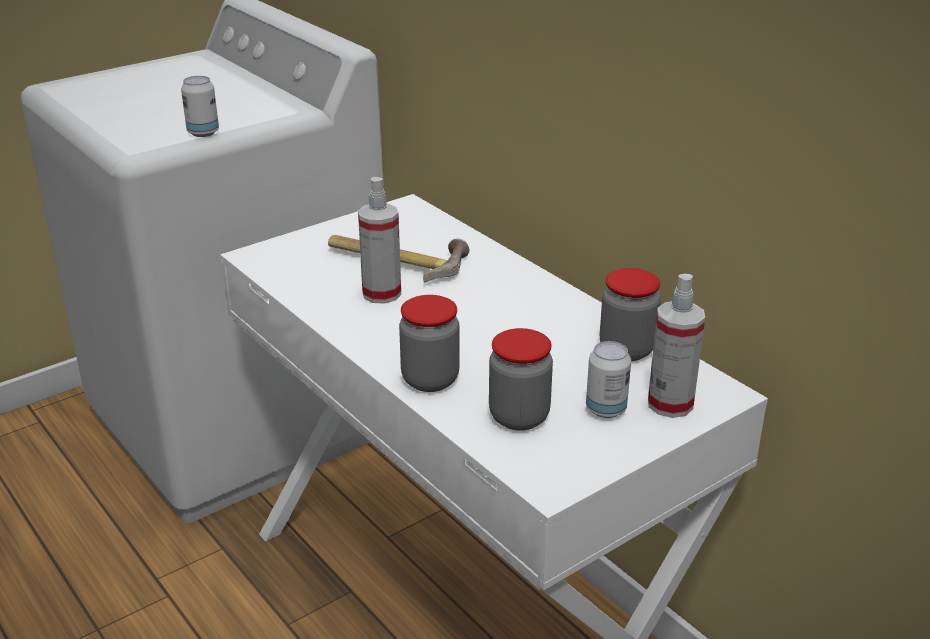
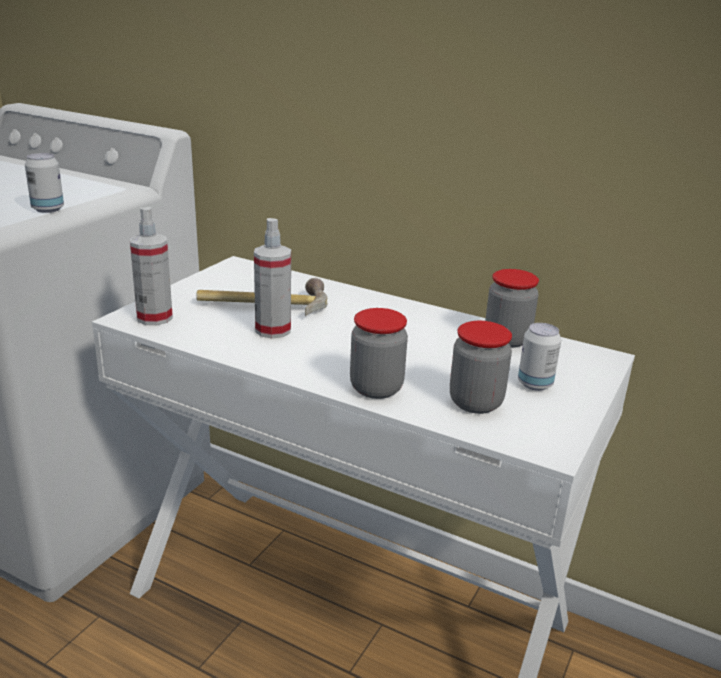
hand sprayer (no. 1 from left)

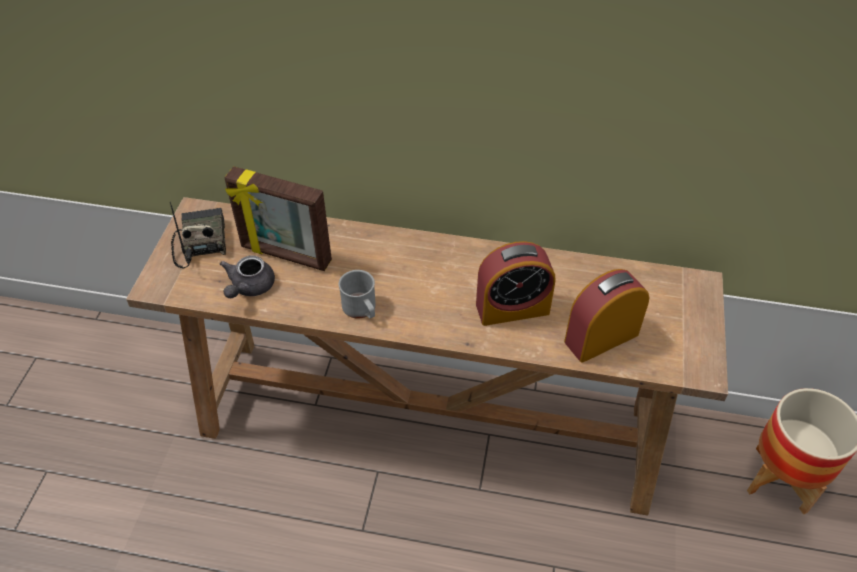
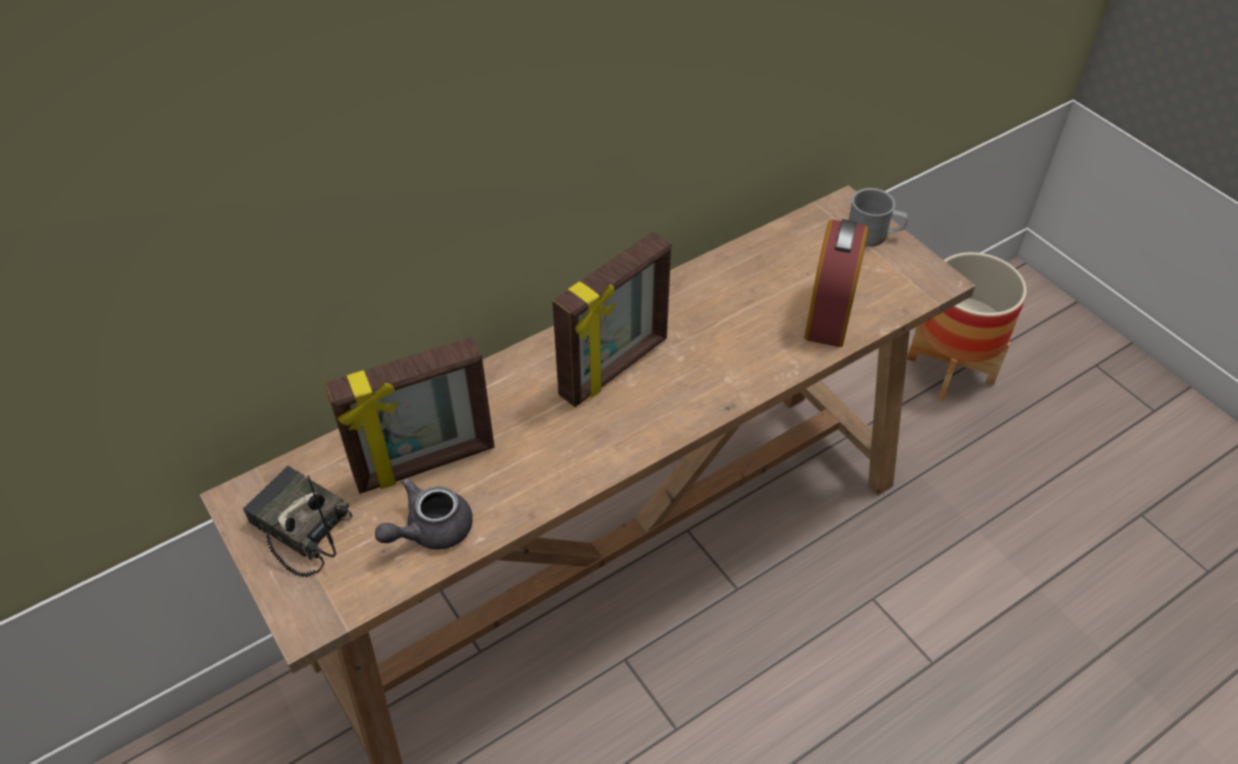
table clock (no. 1 from left in the first image)
photo frame (no. 2 from left)
grey mug
grey teapot

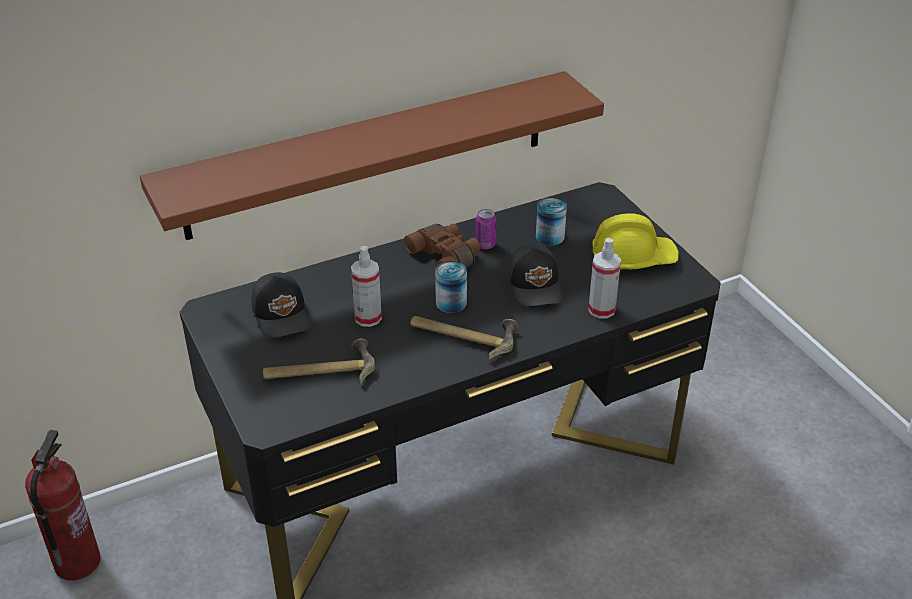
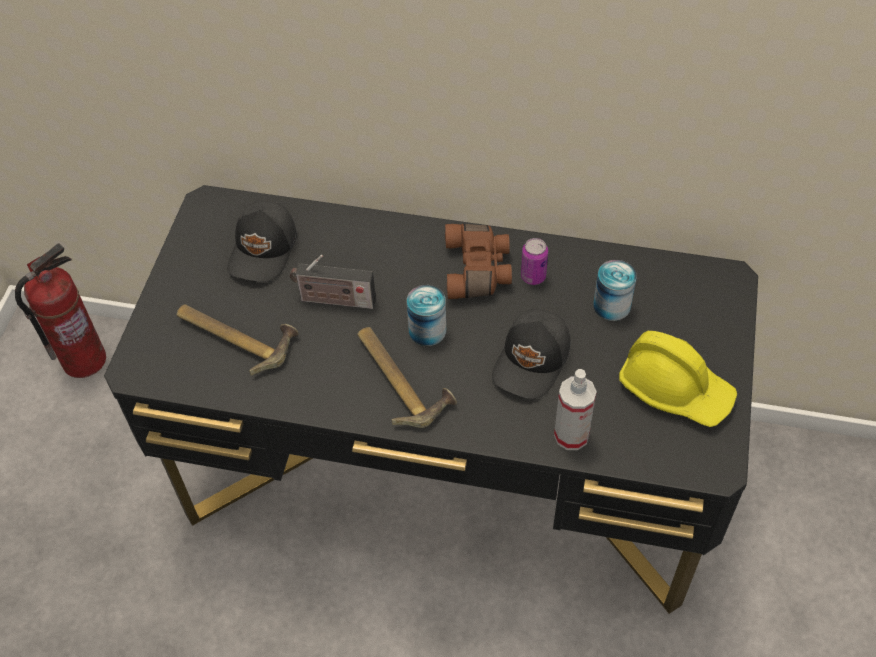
brown-coloured wall shelf
radio

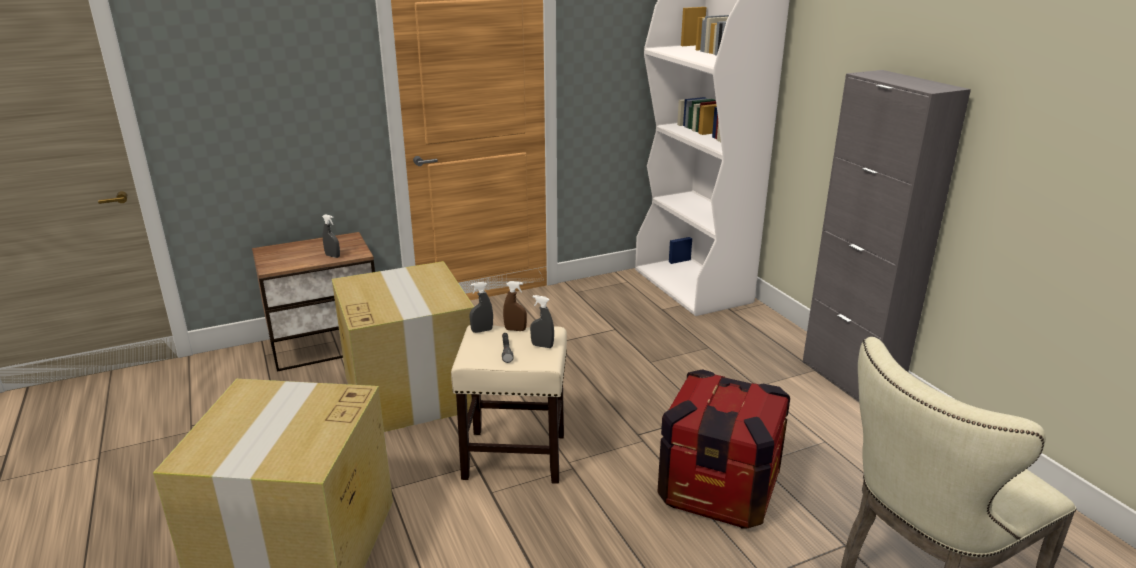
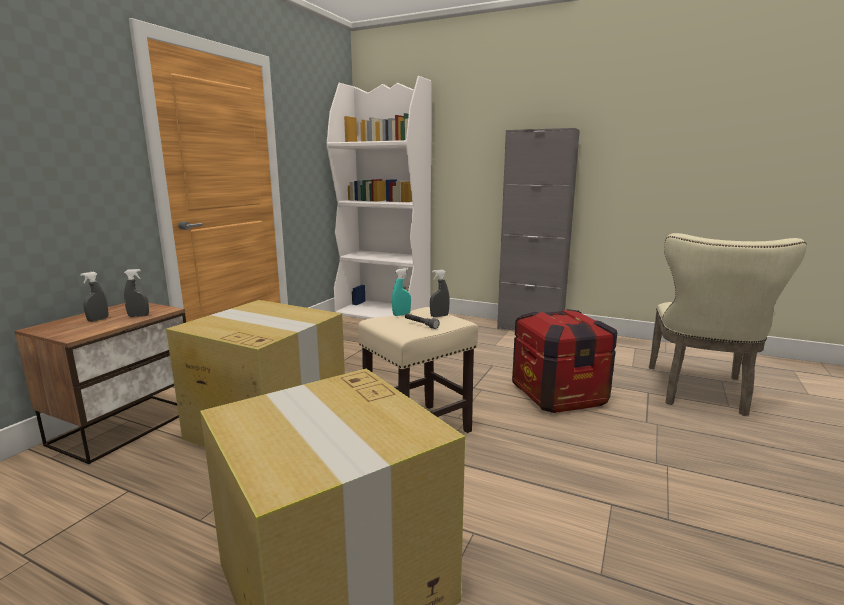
grey hand sprayer (no. 1 from left)
turquoise hand sprayer

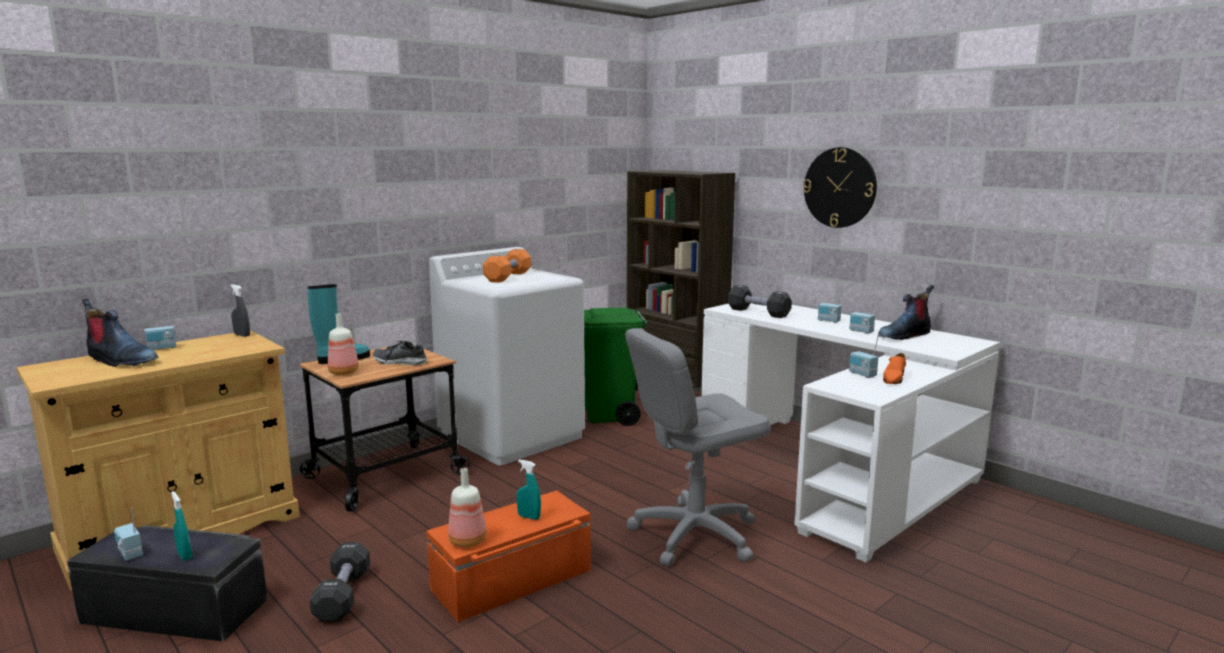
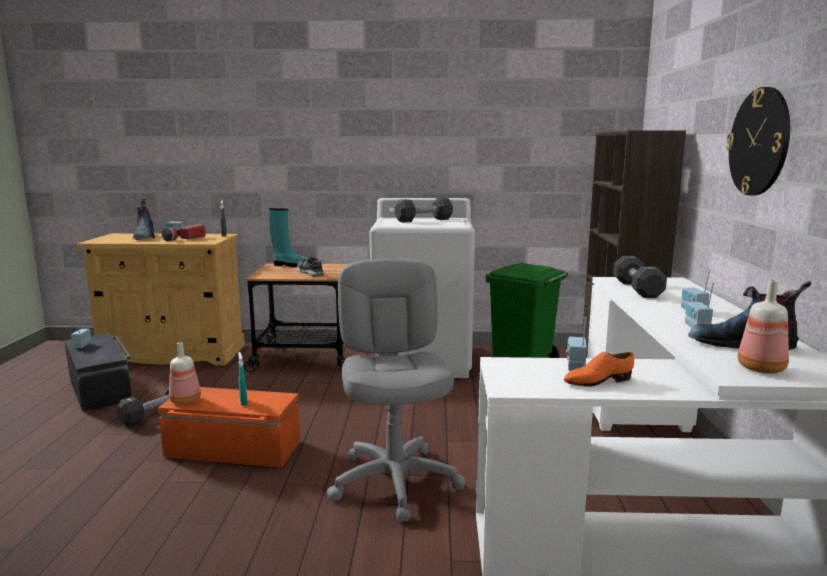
turquoise hand sprayer (no. 1 from left in the first image)
flashlight
bottle (no. 2 from left)
black hand weight (no. 2 from left)
grey desk chair

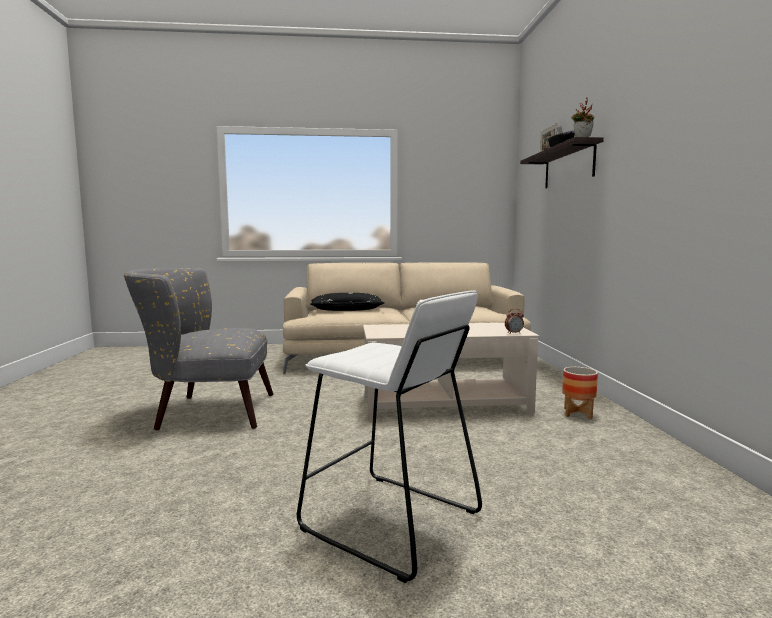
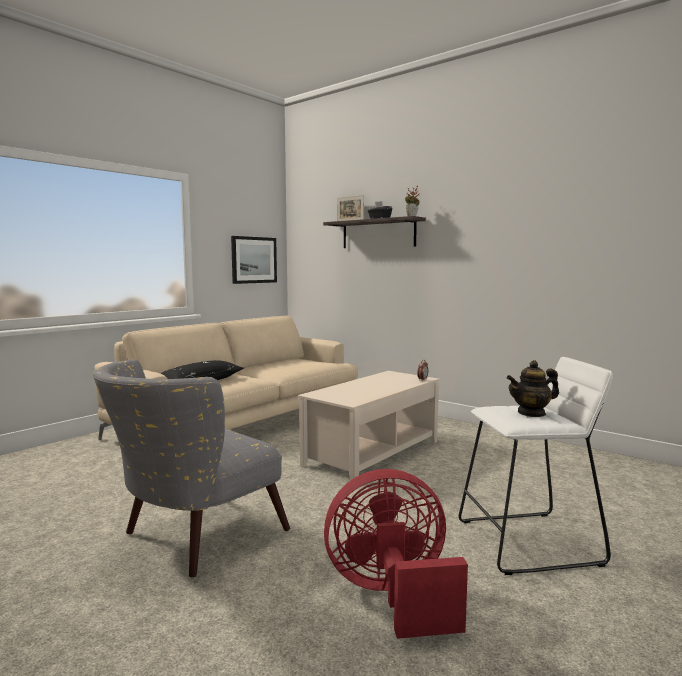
flower pot
picture
reddish fan
teapot

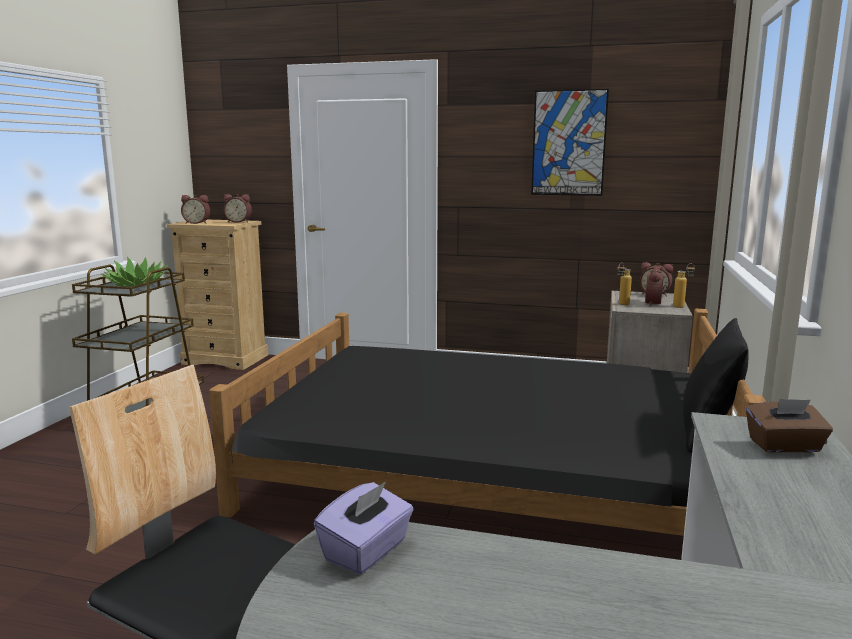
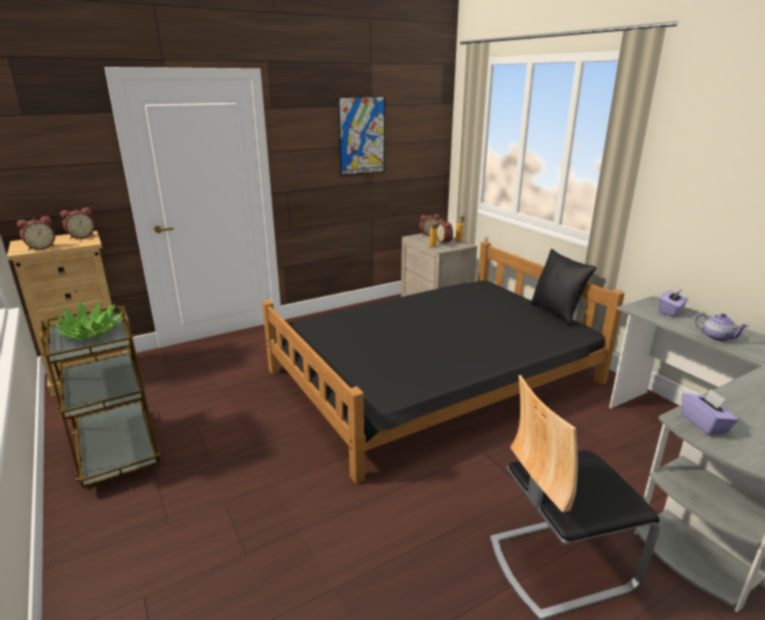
teapot
purple box of tissues (no. 1 from left)

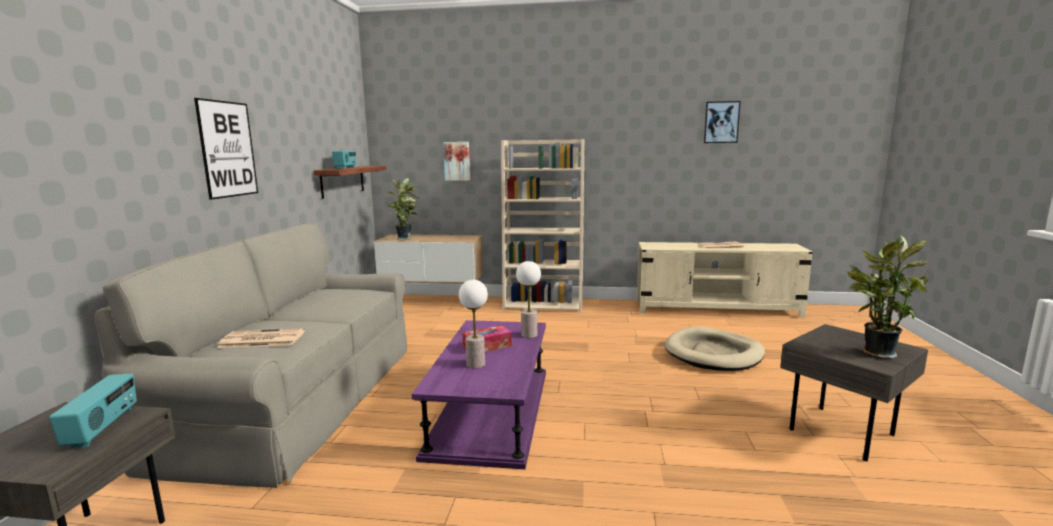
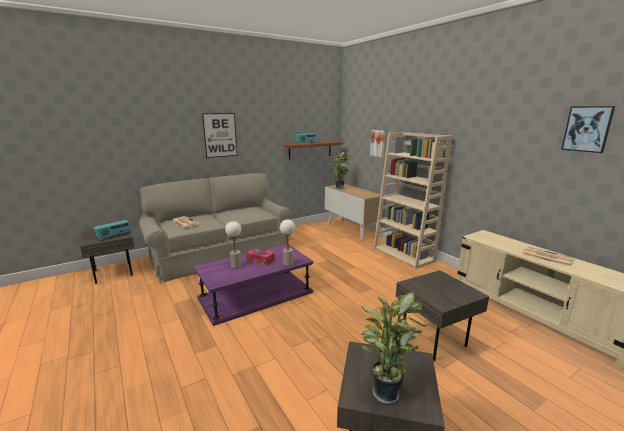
grey accent table (no. 3 from left)

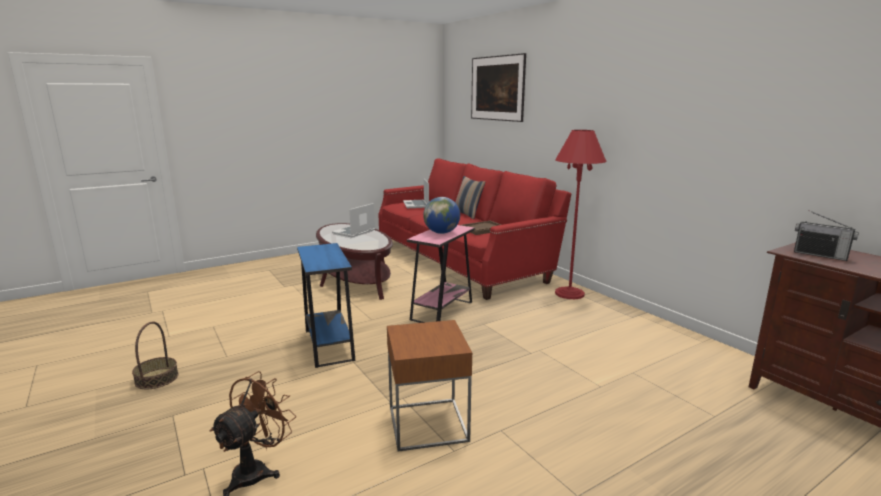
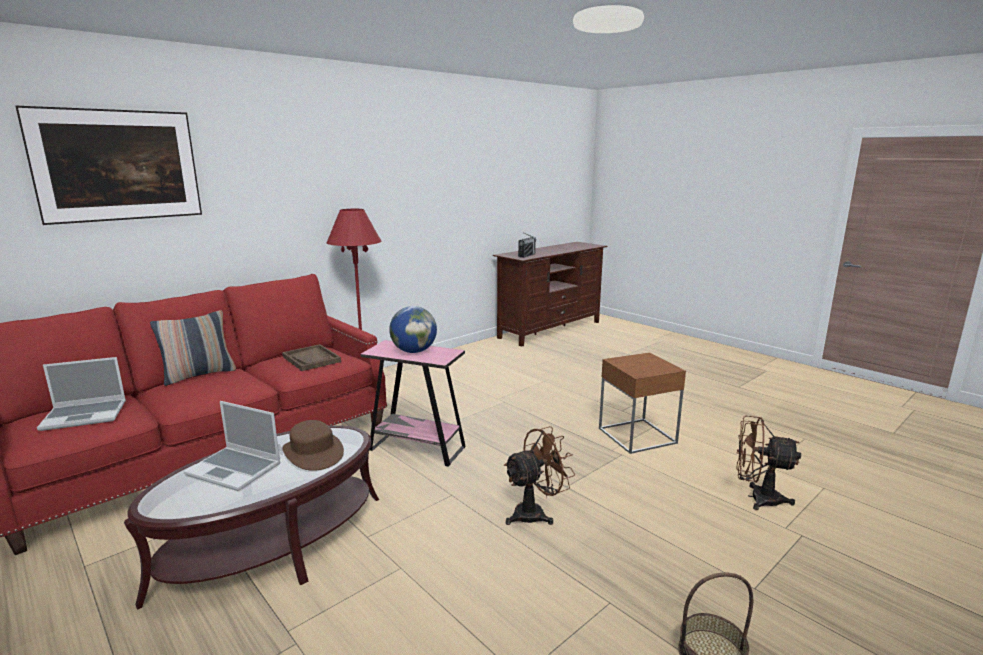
brown-coloured hat
brown-coloured fan (no. 1 from left)

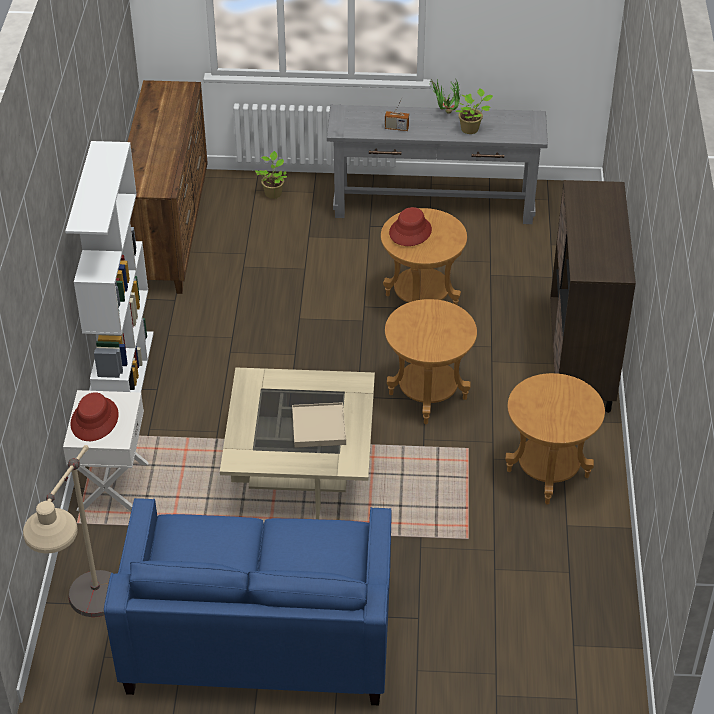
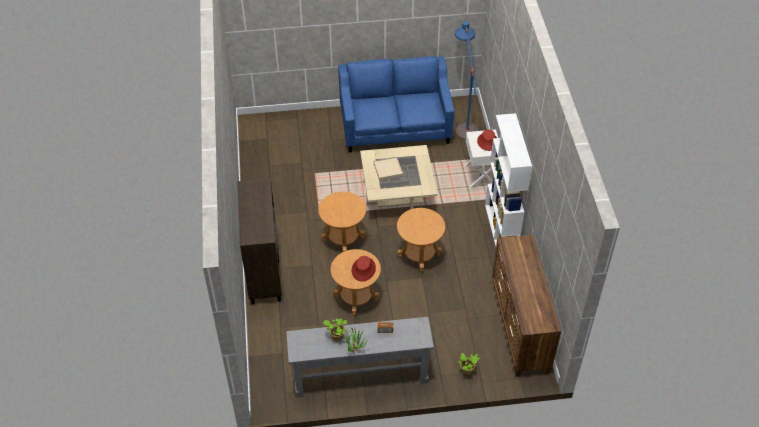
brown-coloured accent table (no. 3 from left)
blue standing lamp

